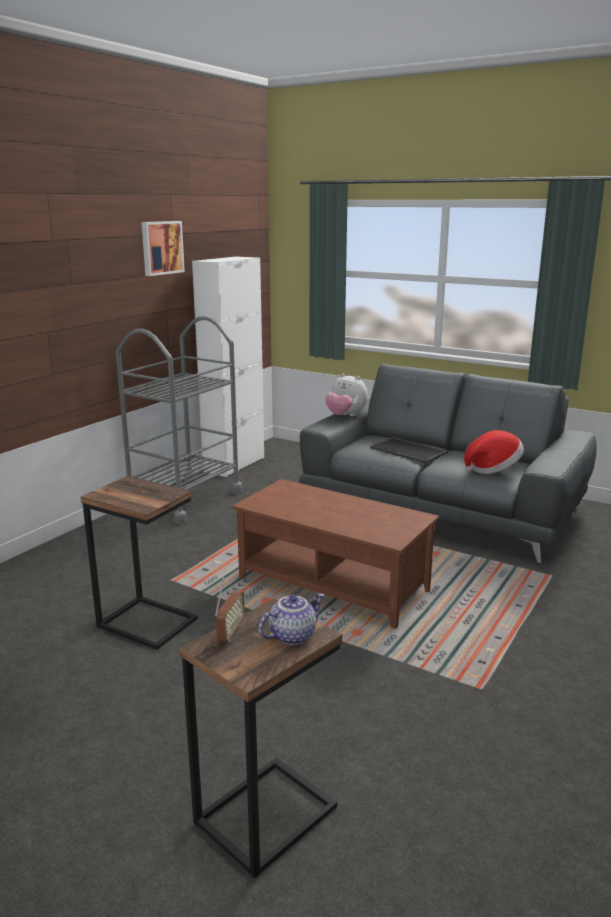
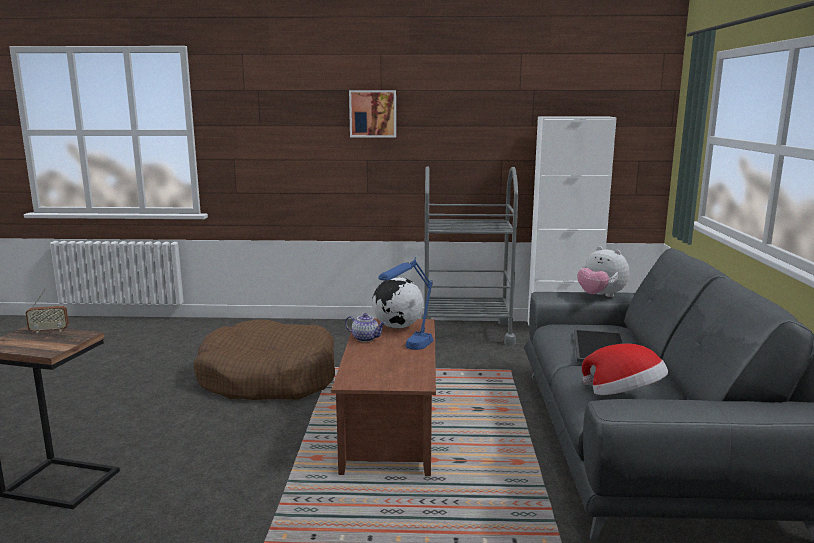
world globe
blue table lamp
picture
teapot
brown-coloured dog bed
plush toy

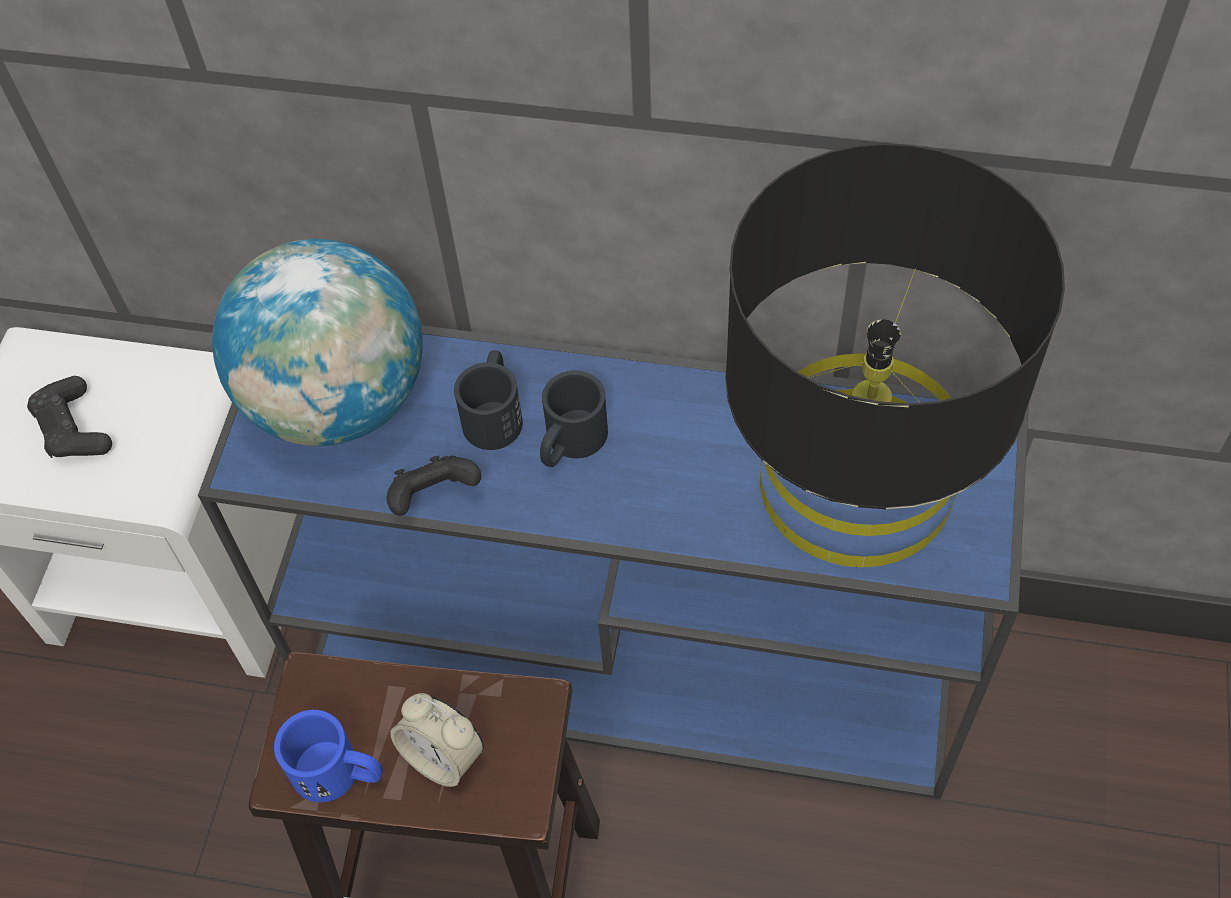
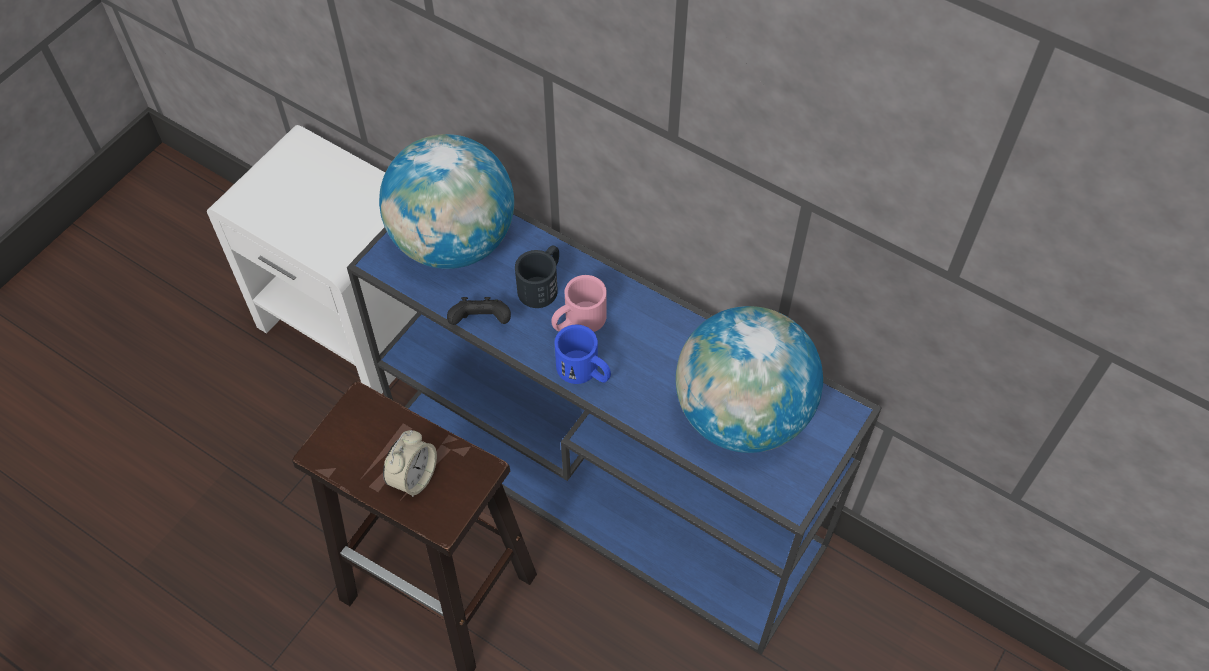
black game controller (no. 1 from left in the first image)
blue mug
world globe (no. 2 from left)
pink-coloured mug
table clock

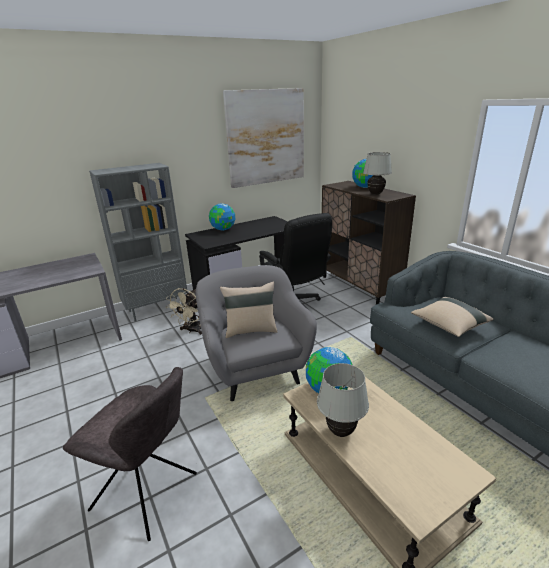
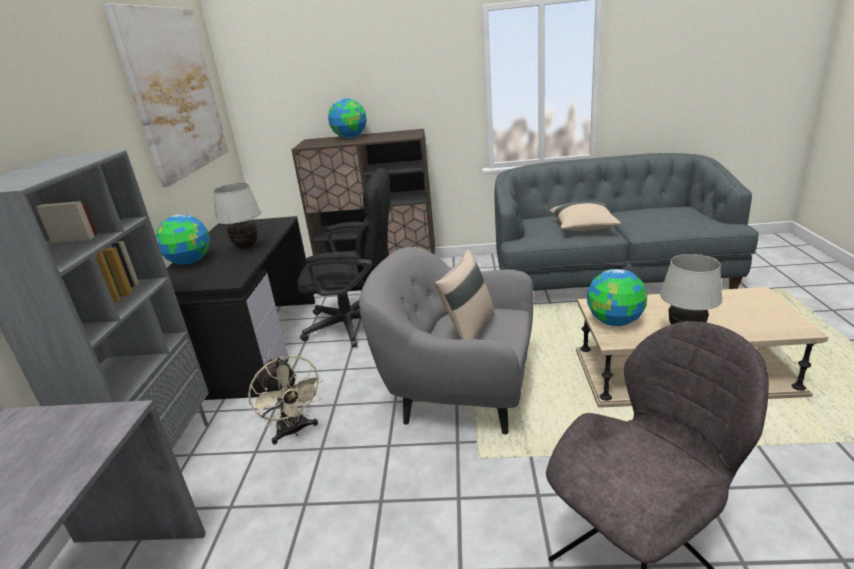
white table lamp (no. 1 from left)

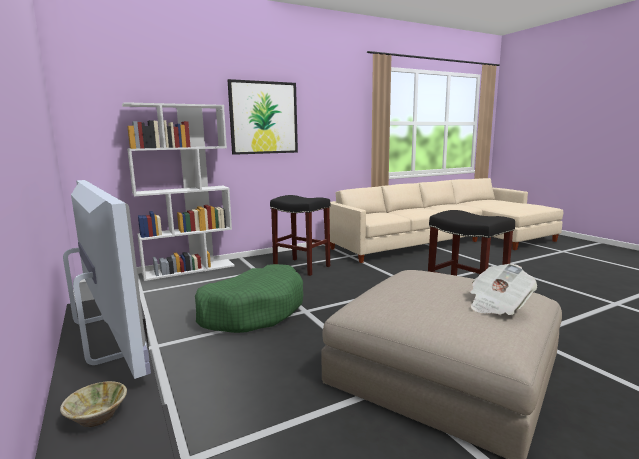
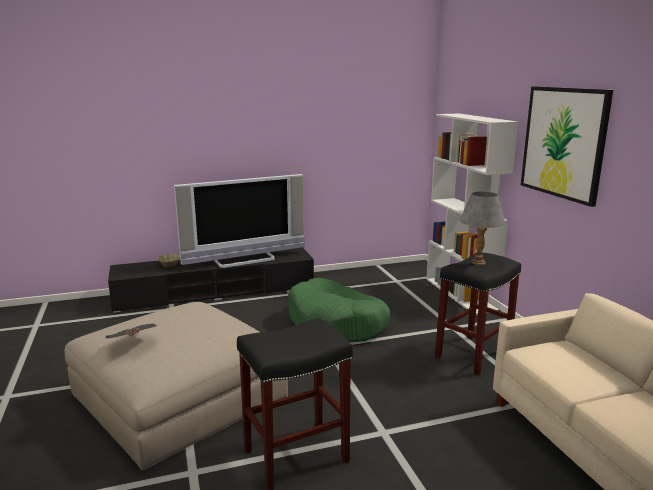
grey table lamp

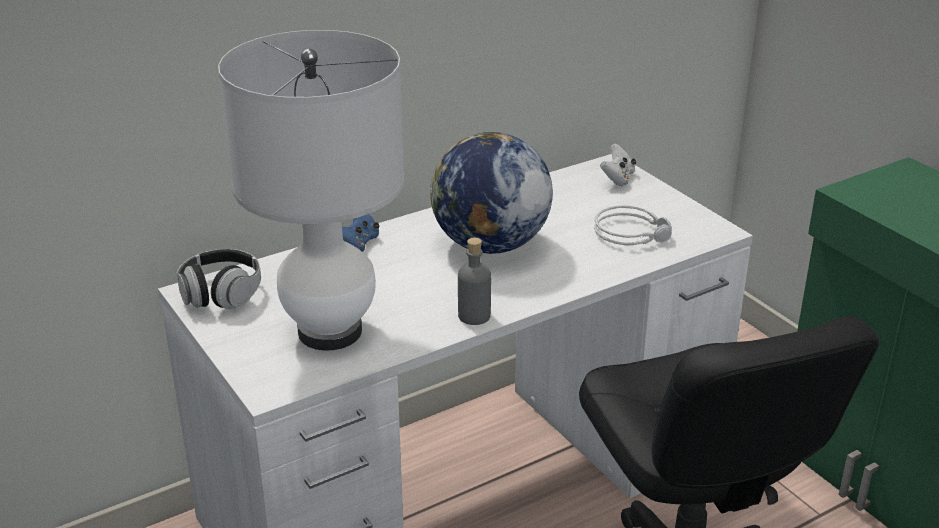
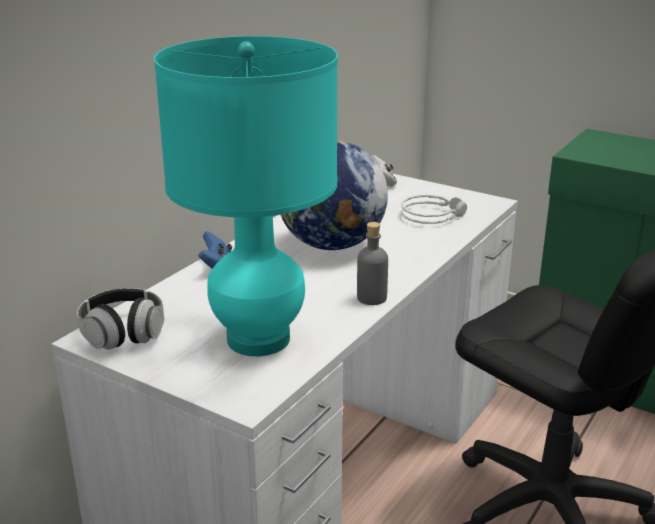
turquoise table lamp

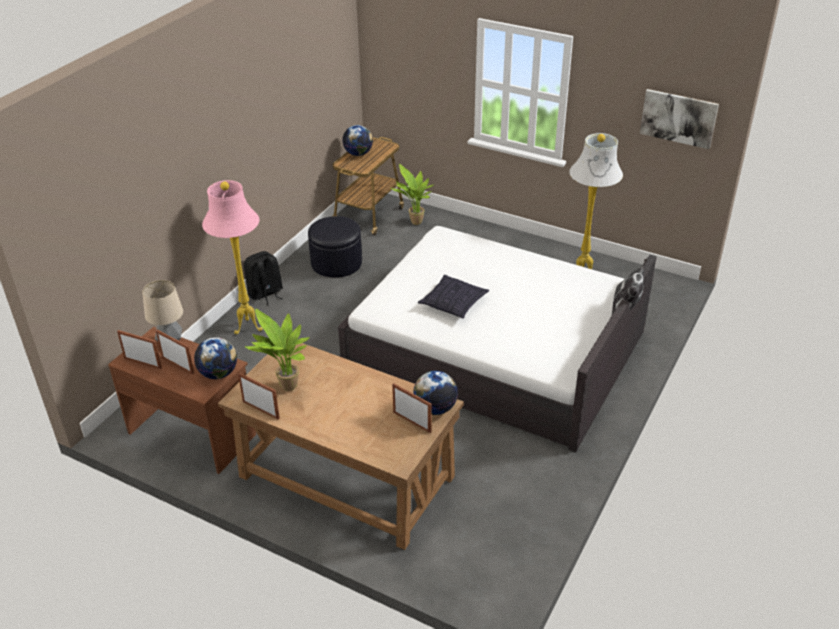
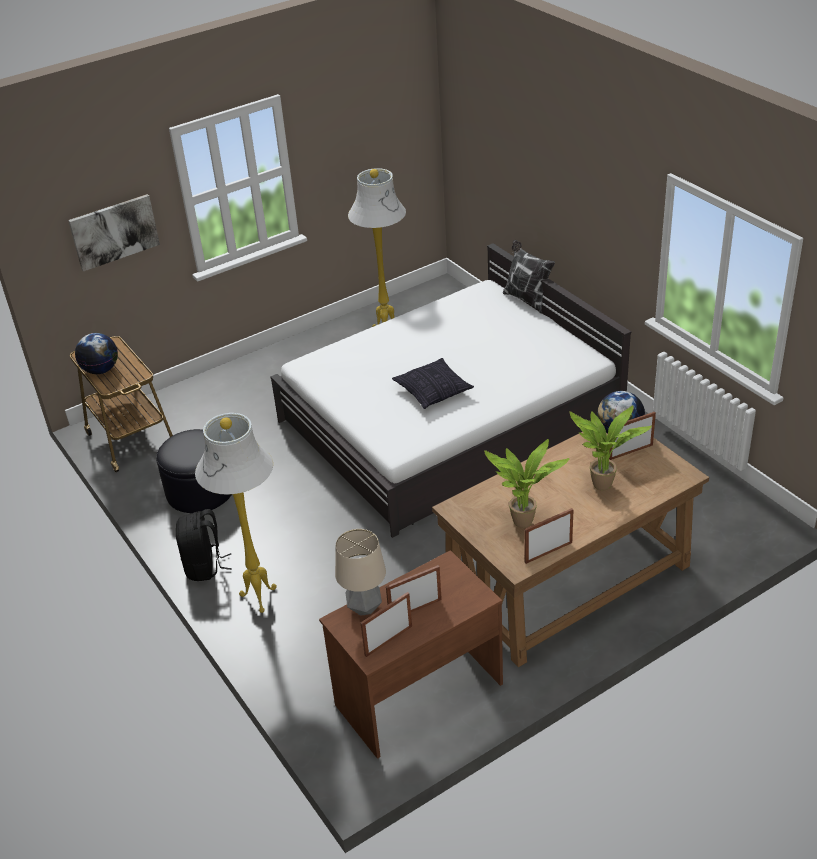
world globe (no. 1 from left in the first image)
houseplant (no. 2 from left)
picture
white standing lamp (no. 1 from left)

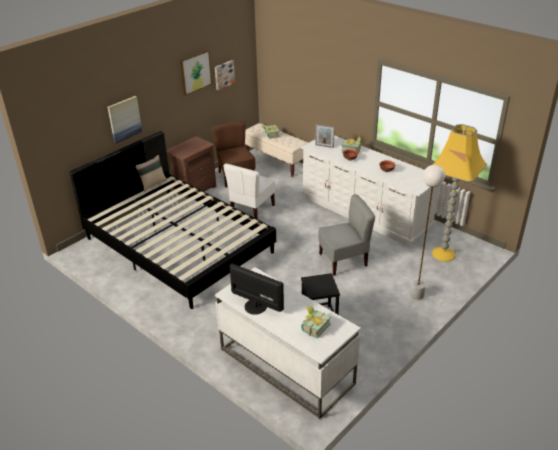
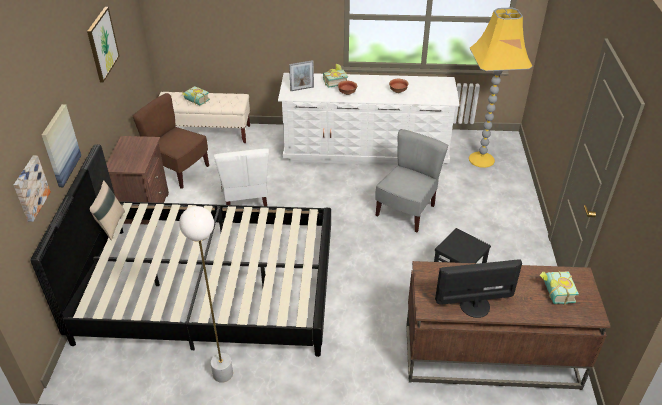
picture (no. 1 from left)
white standing lamp
brown-coloured desk unit

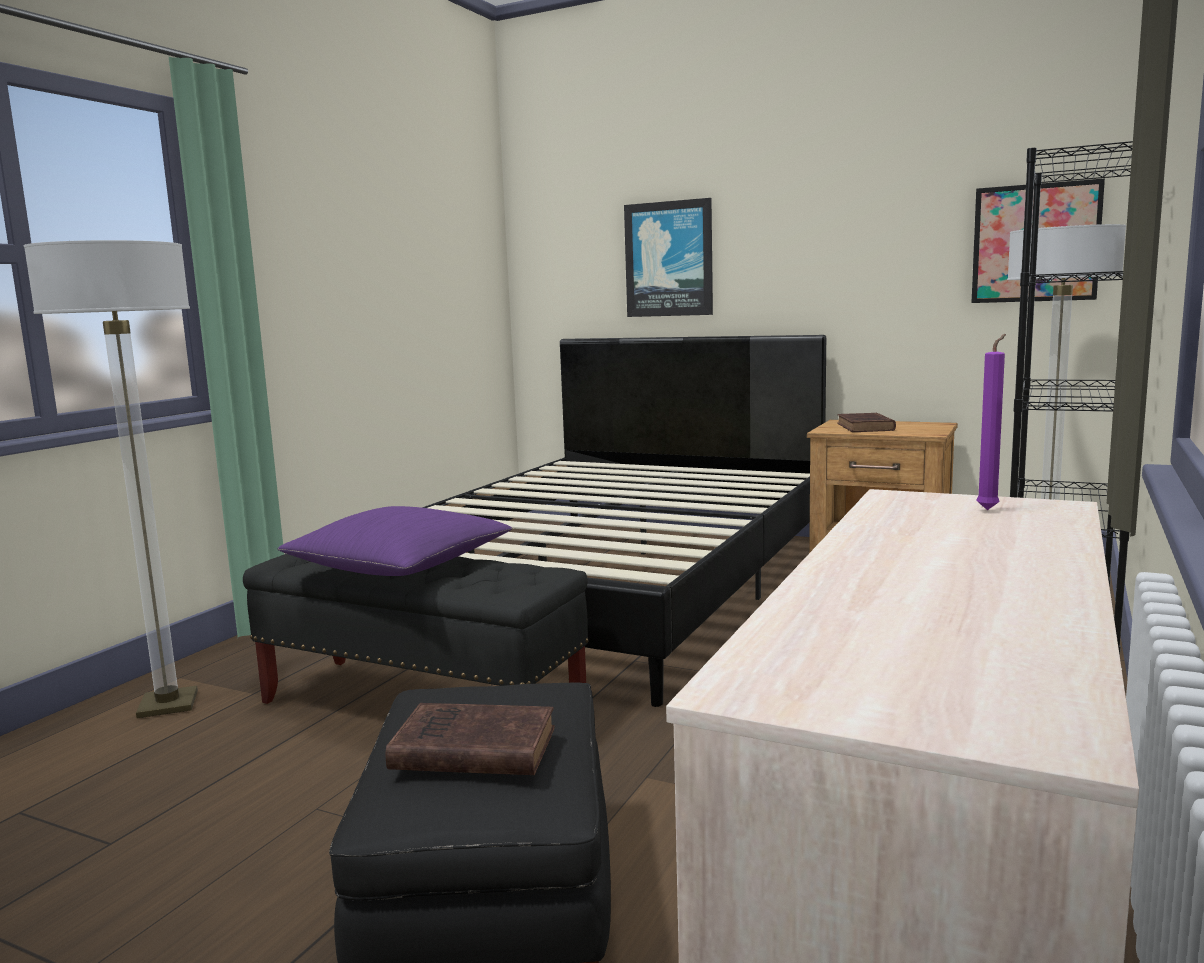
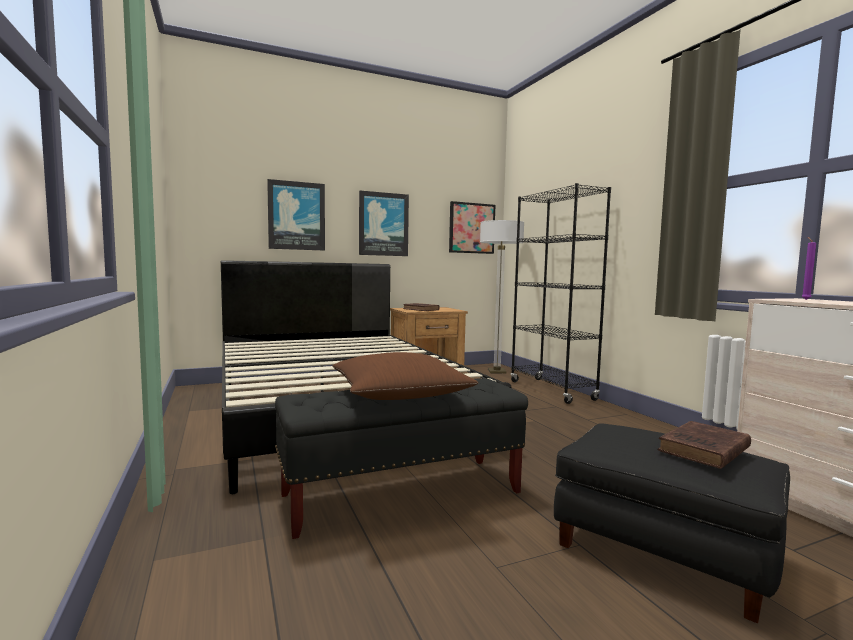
standing lamp (no. 1 from left in the first image)
picture (no. 2 from left)
brown-coloured cushion

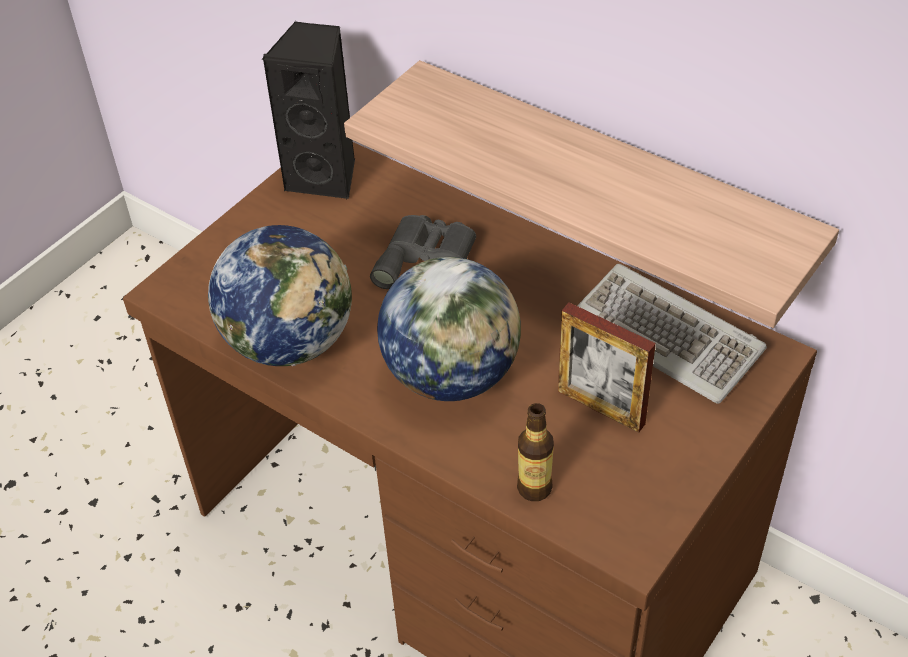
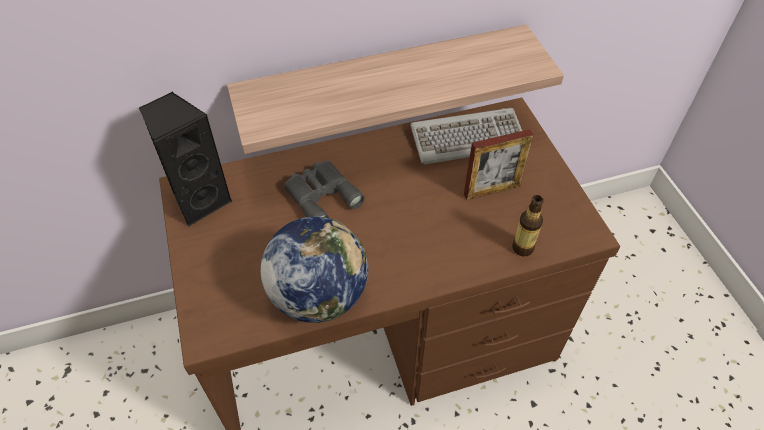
world globe (no. 2 from left in the first image)

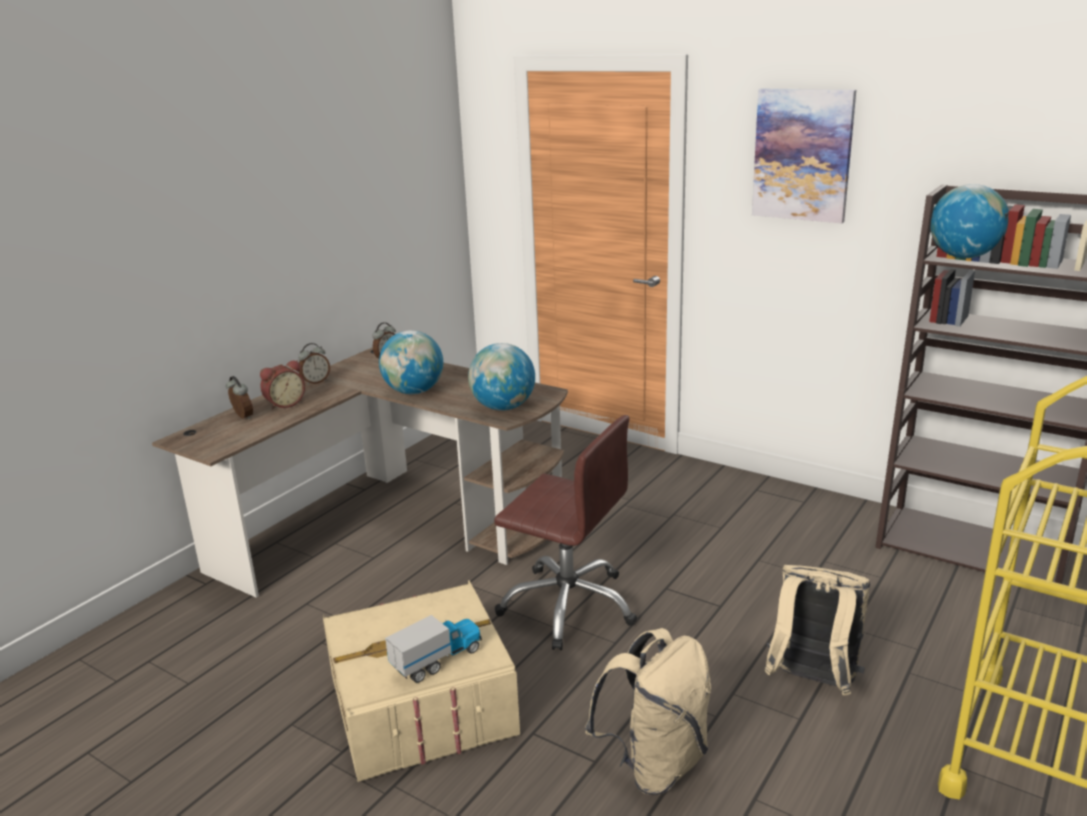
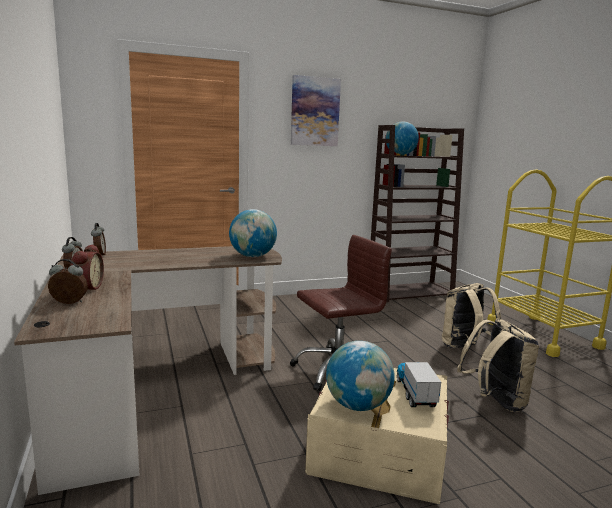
world globe (no. 2 from left)

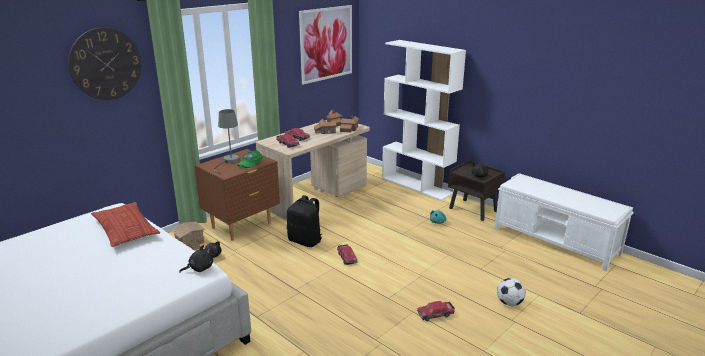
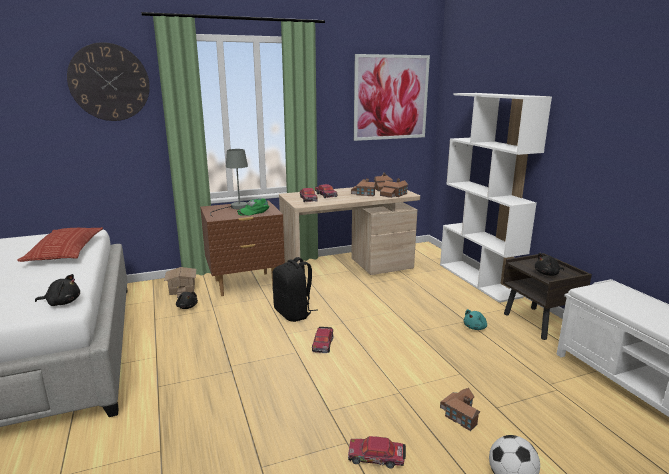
toy house (no. 5 from left)

